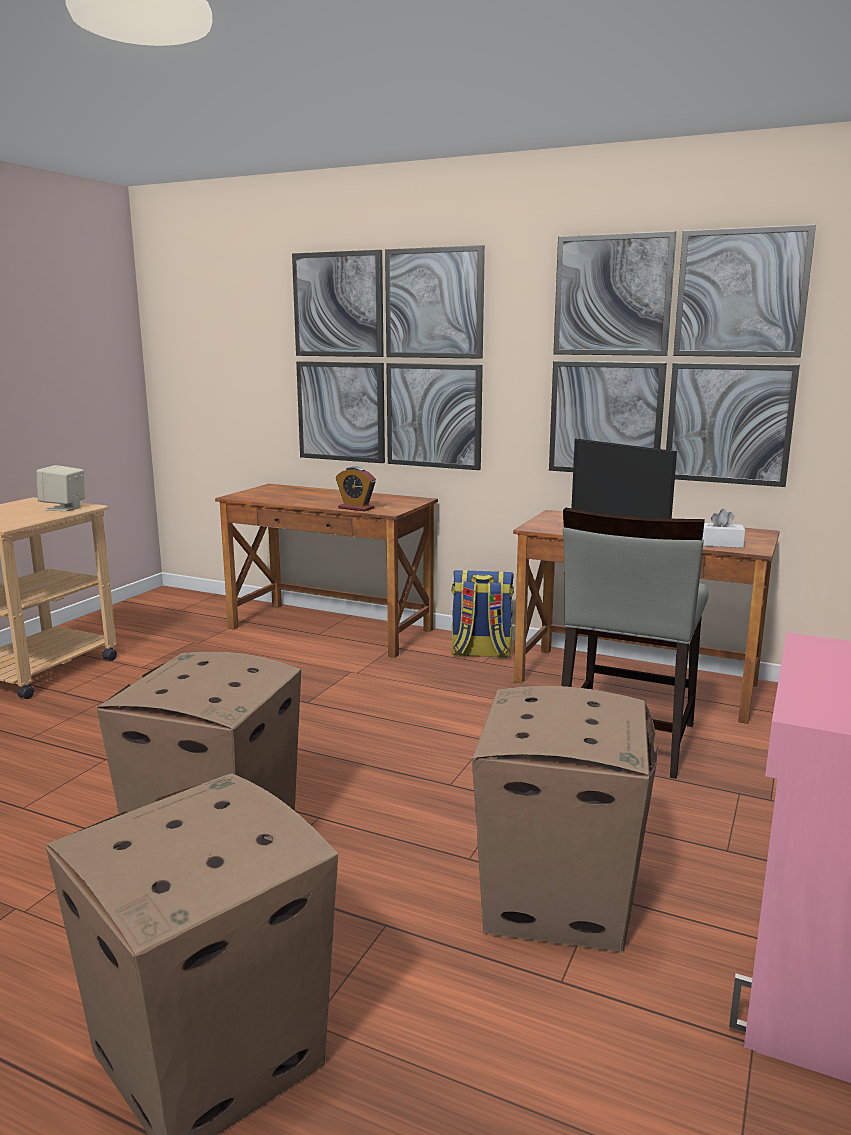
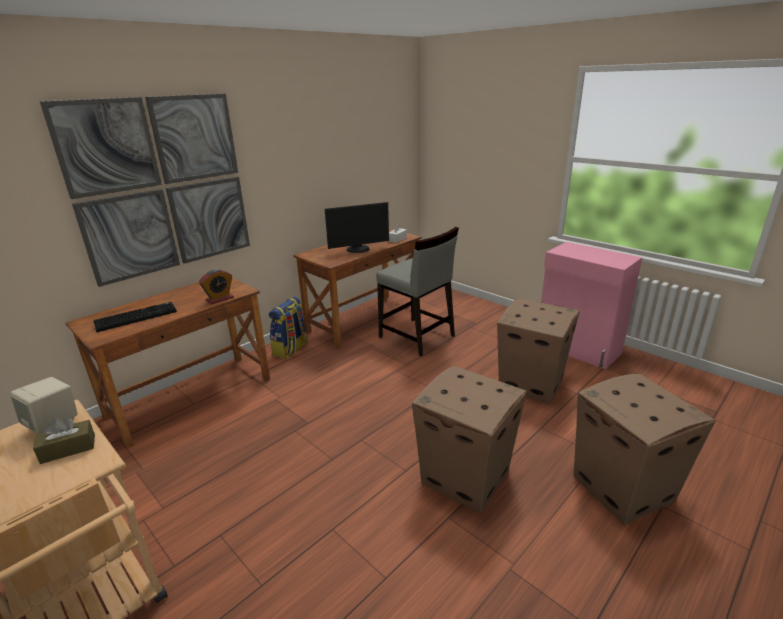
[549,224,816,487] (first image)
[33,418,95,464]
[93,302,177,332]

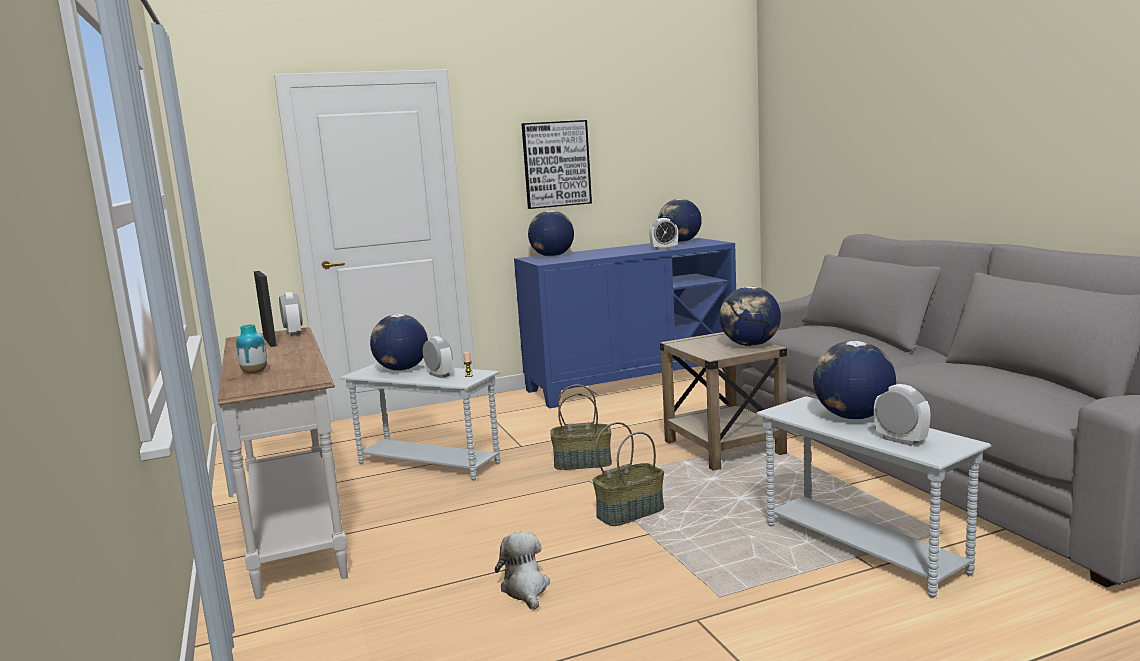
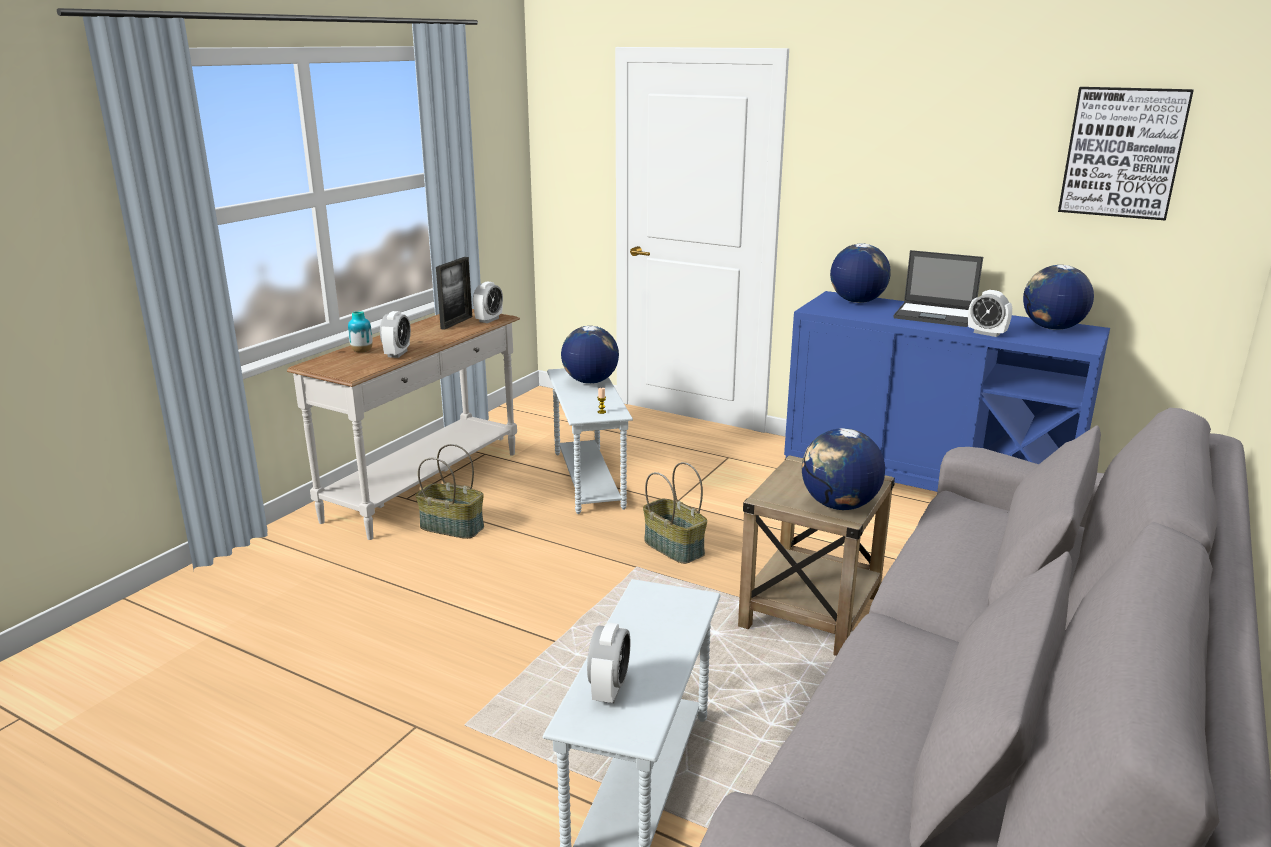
[495,532,550,610] (first image)
[813,341,896,419] (first image)
[893,250,983,327]
[380,311,411,358]
[1058,87,1194,221]
[415,444,484,539]

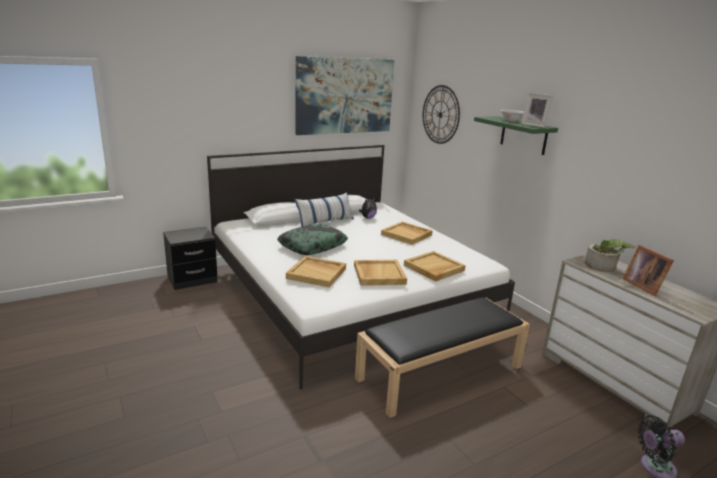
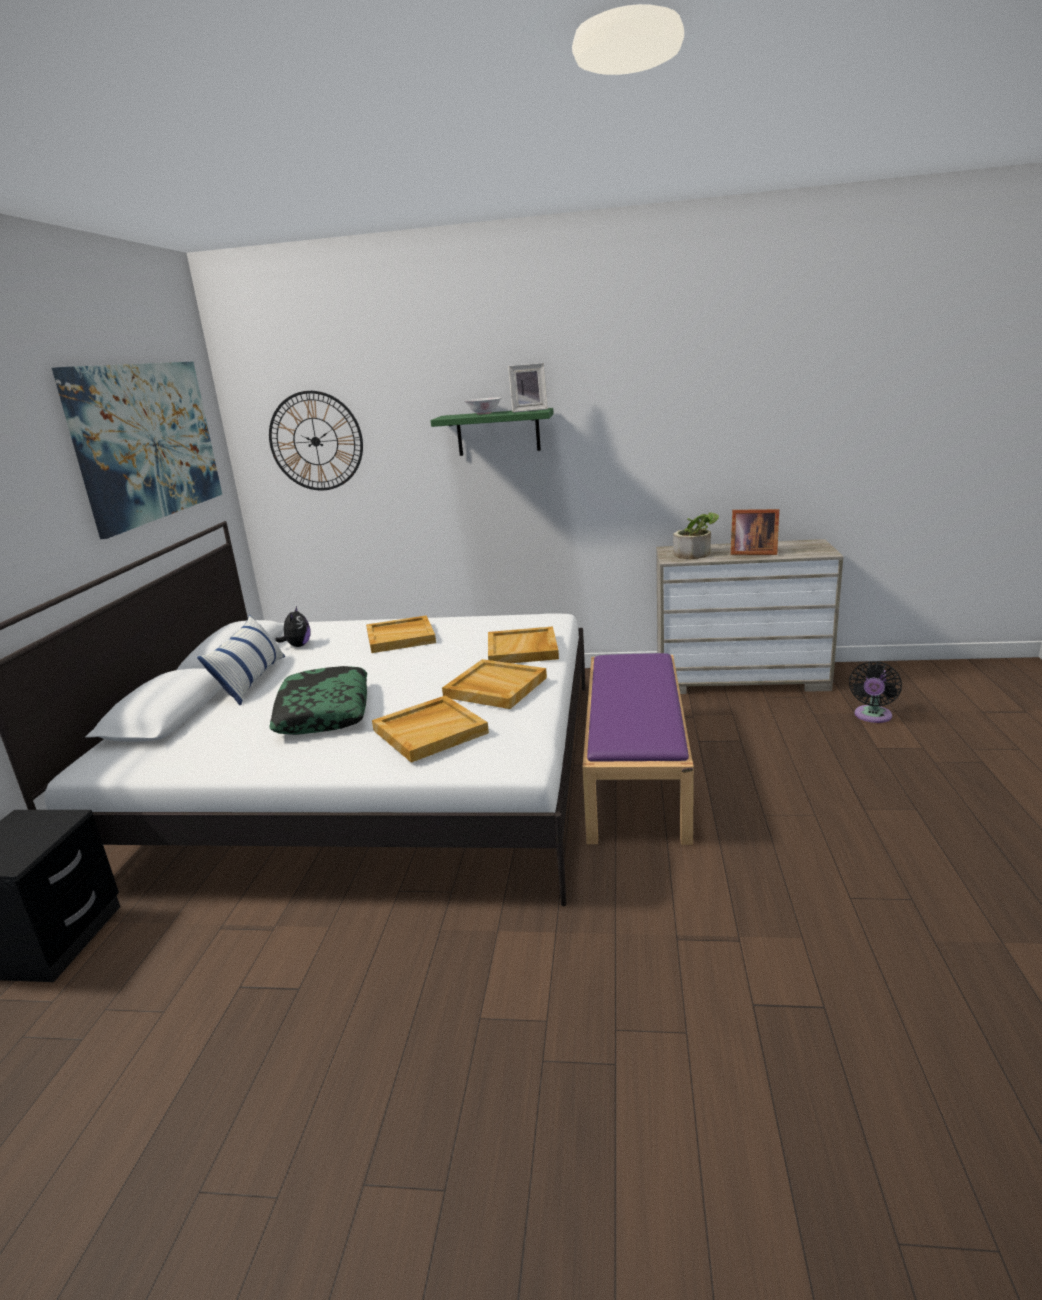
[582,653,694,845]

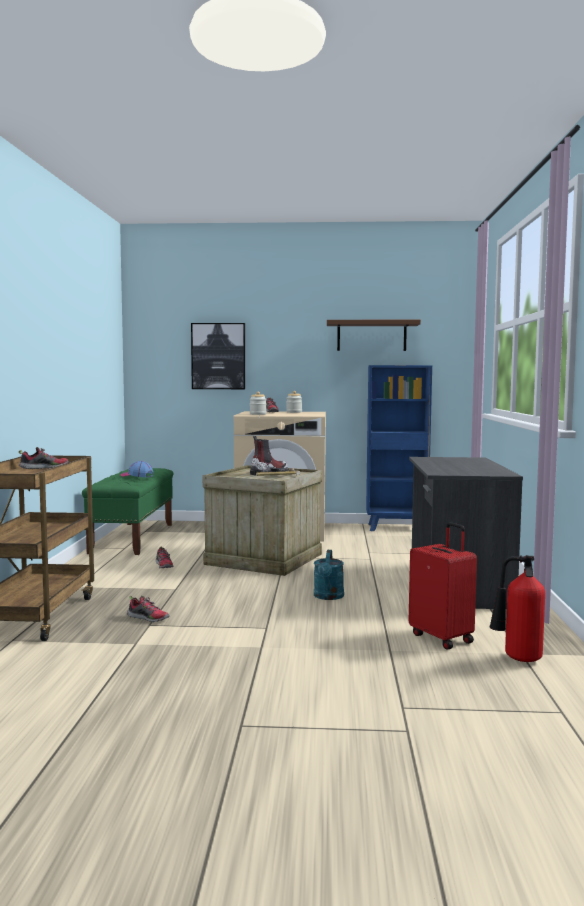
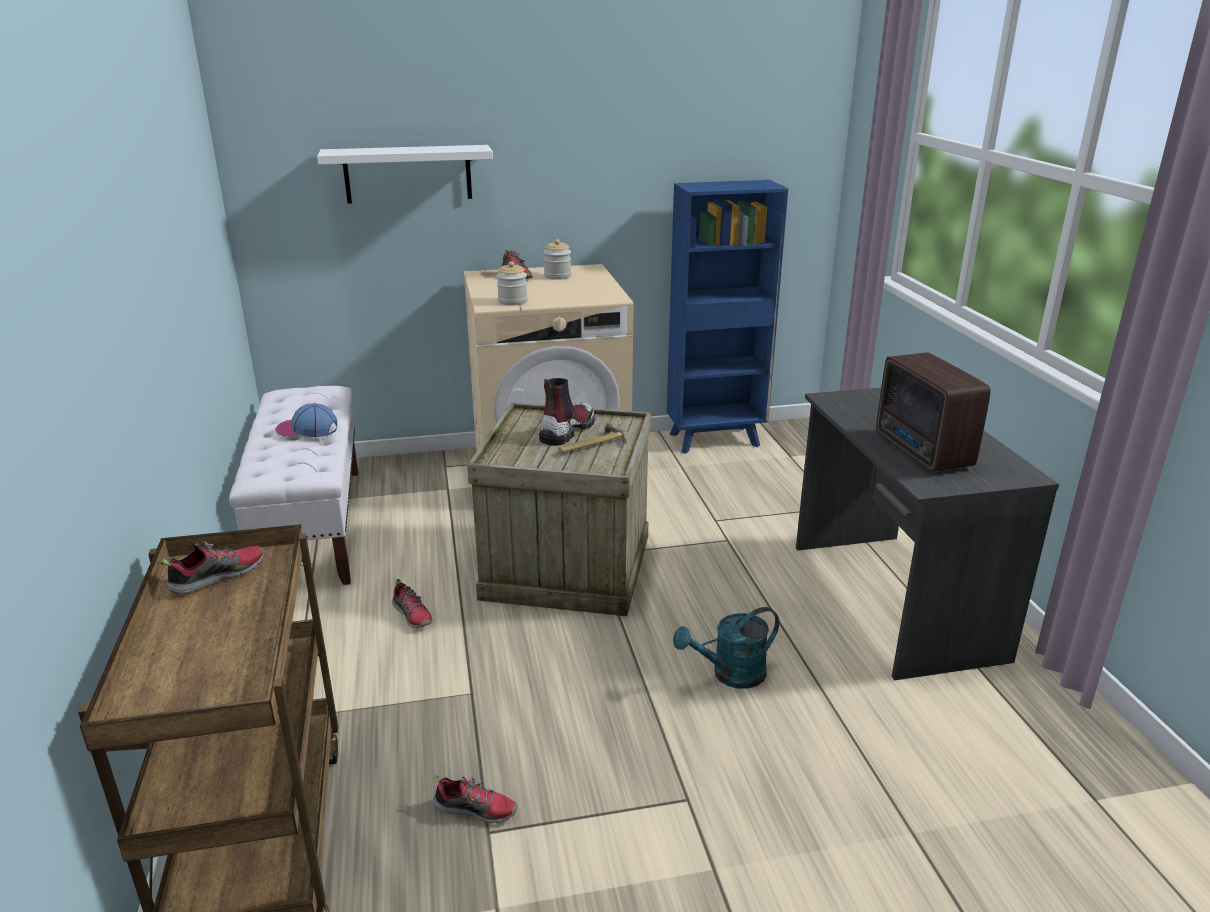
[327,320,421,351] (first image)
[409,522,477,649] (first image)
[489,555,545,662] (first image)
[876,352,991,472]
[317,145,493,203]
[229,386,358,585]
[673,607,779,689]

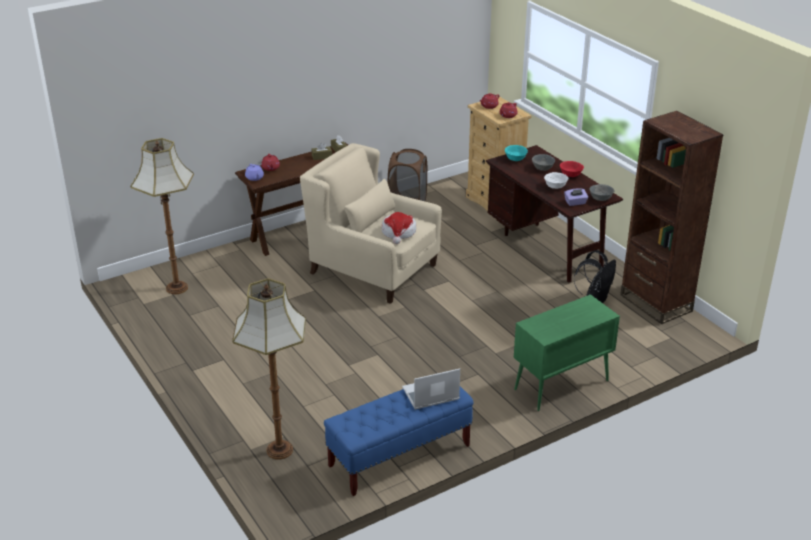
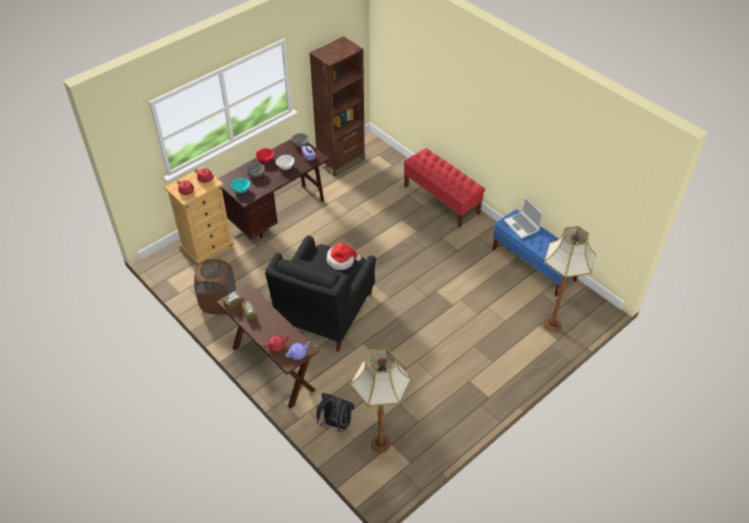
[316,393,355,432]
[403,148,485,228]
[265,236,376,352]

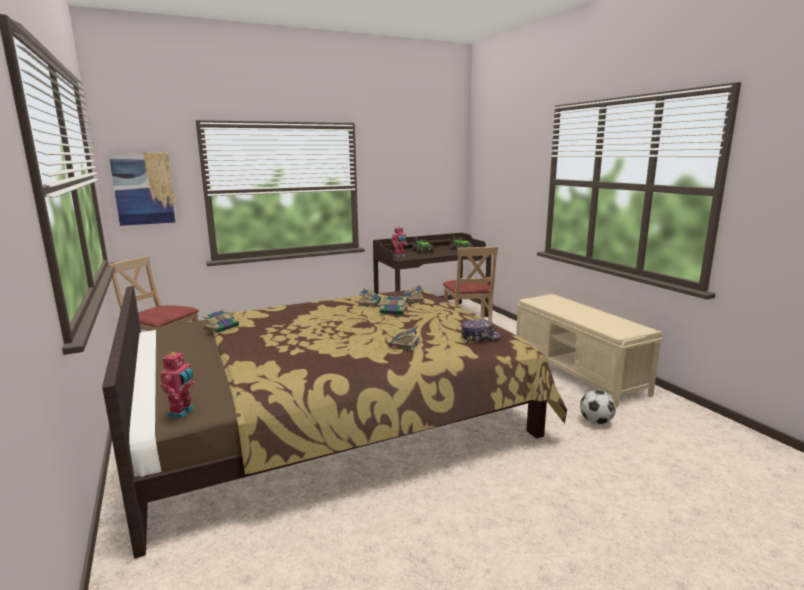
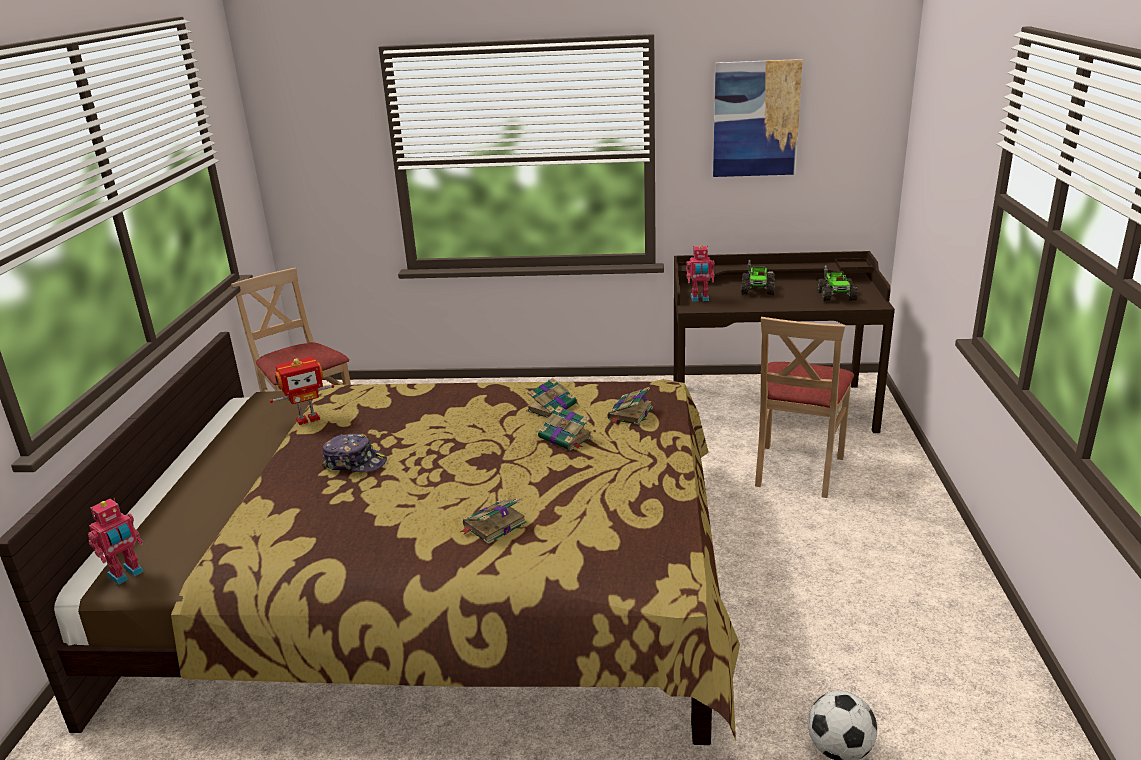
[516,294,664,407] (first image)
[713,59,803,177]
[322,434,387,472]
[270,357,334,425]

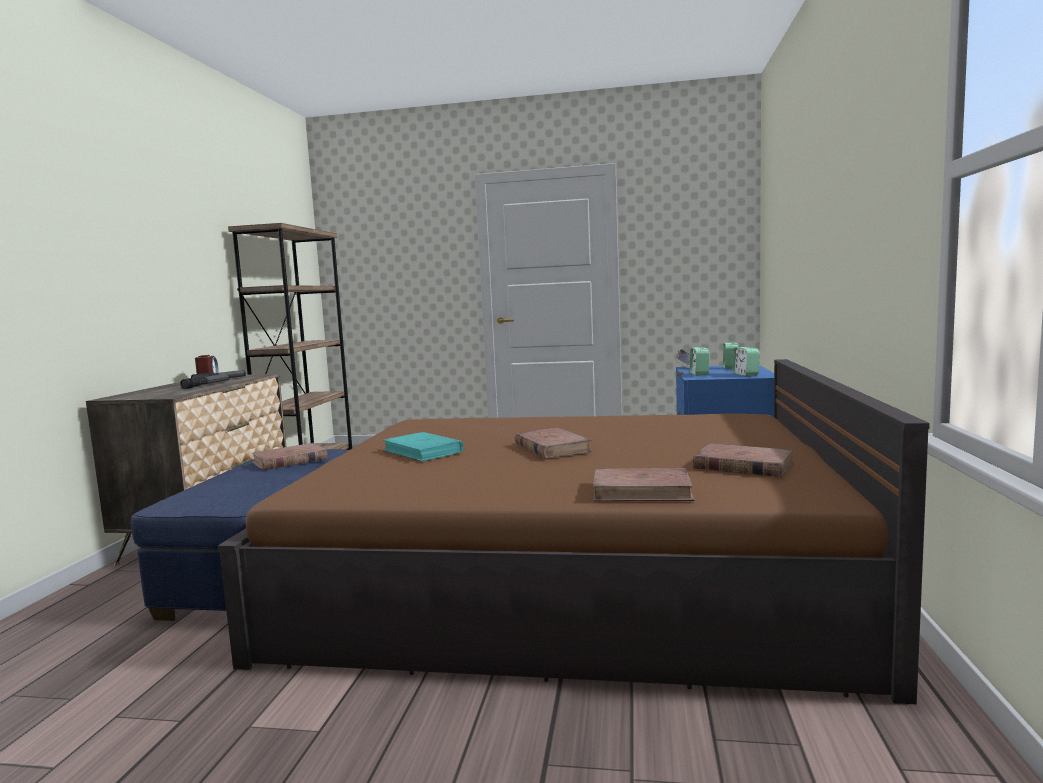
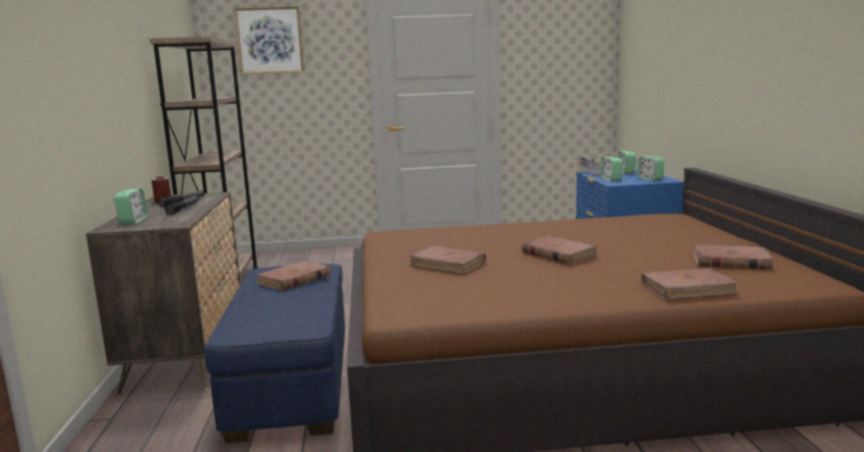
[114,189,147,224]
[234,6,304,75]
[409,246,486,274]

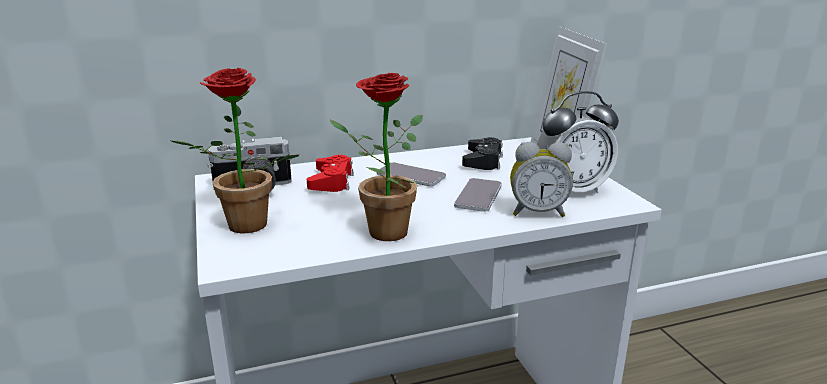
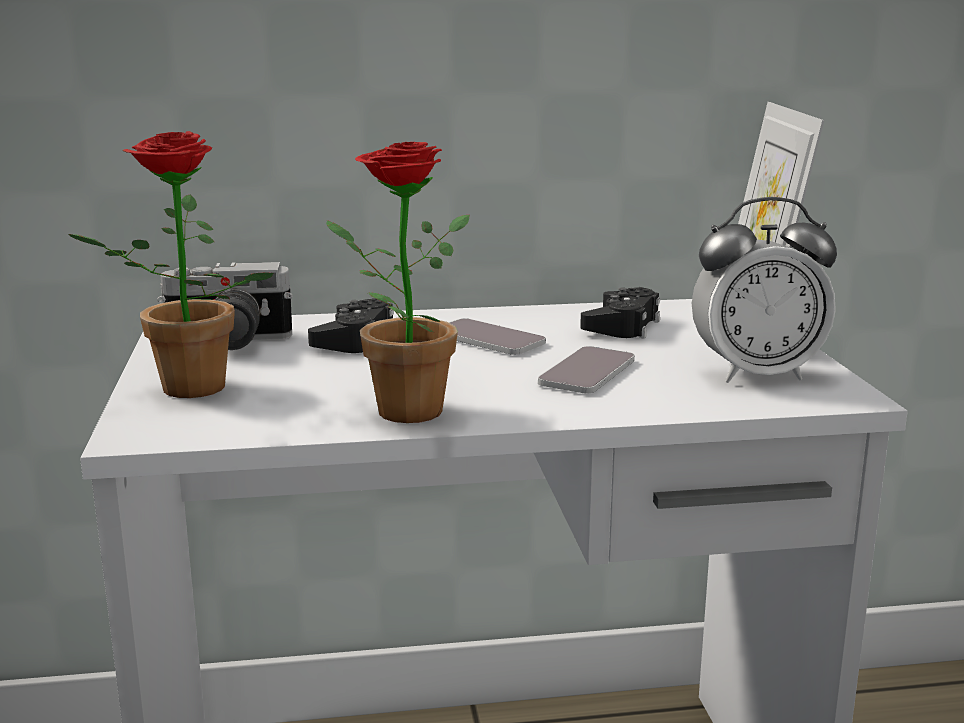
[510,142,573,217] (first image)
[308,298,394,353]

